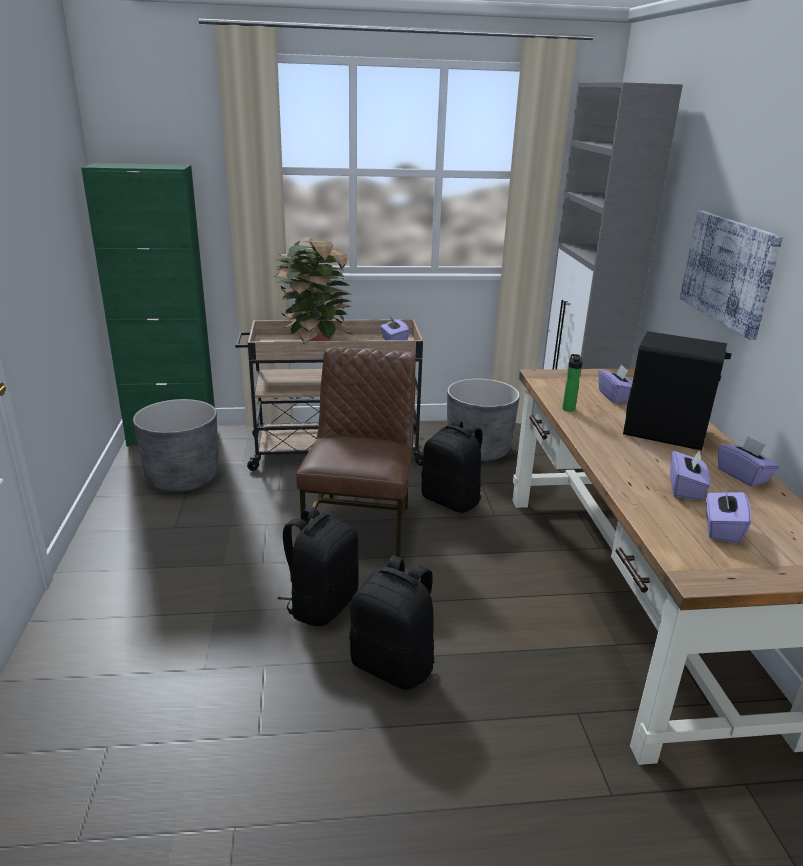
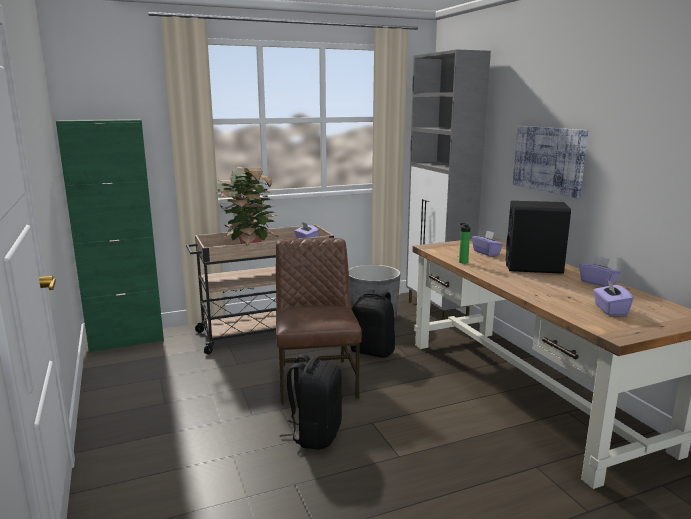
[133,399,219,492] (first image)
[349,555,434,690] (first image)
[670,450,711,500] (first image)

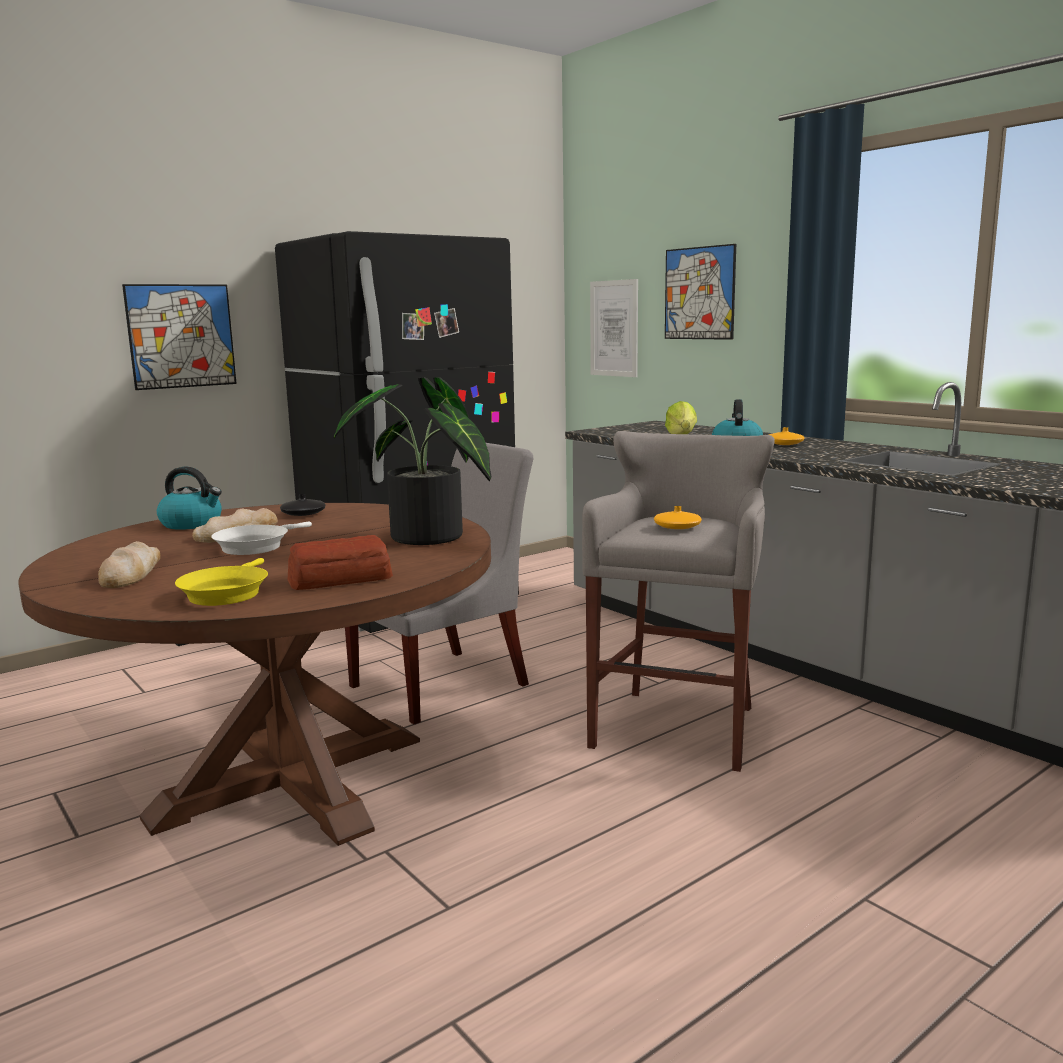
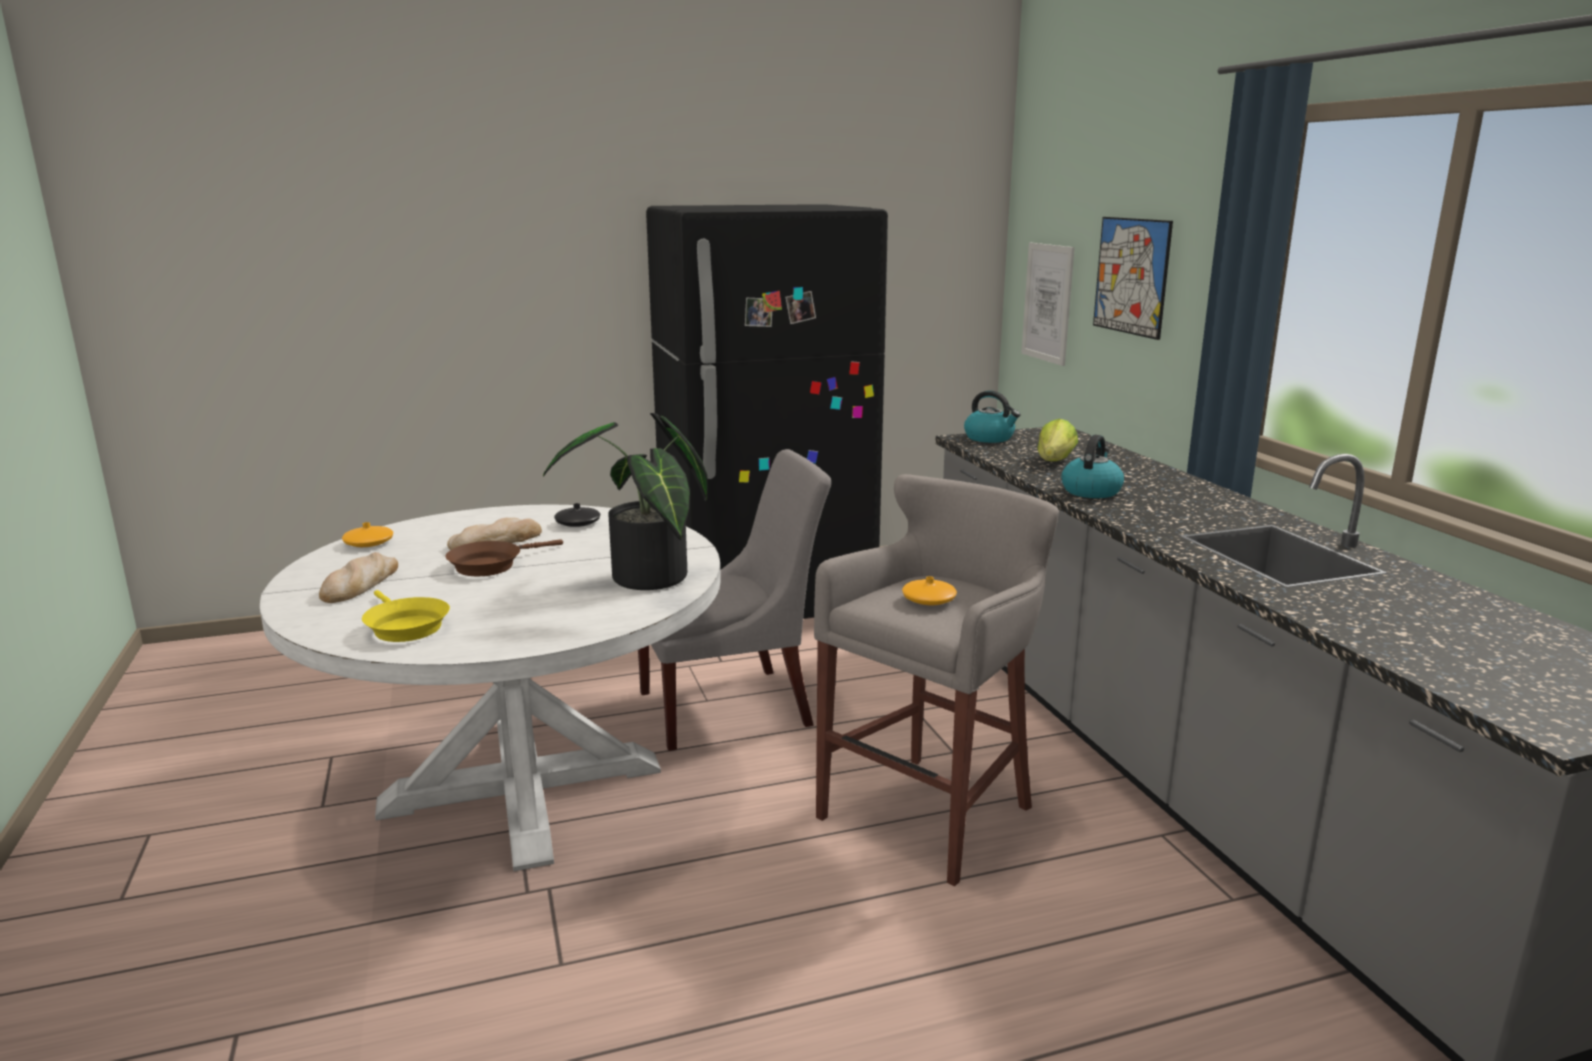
[122,284,237,390] (first image)
[288,535,393,590] (first image)
[964,390,1021,443]
[342,522,393,547]
[260,505,721,872]
[445,540,563,576]
[362,590,450,642]

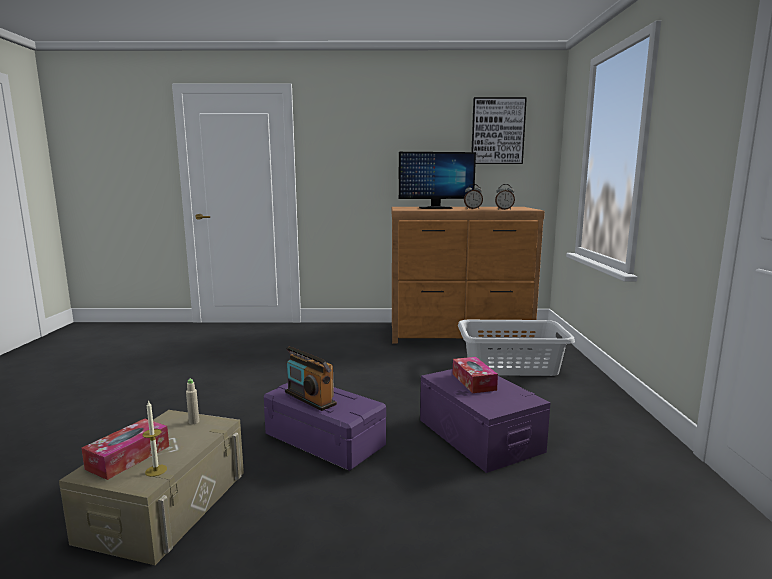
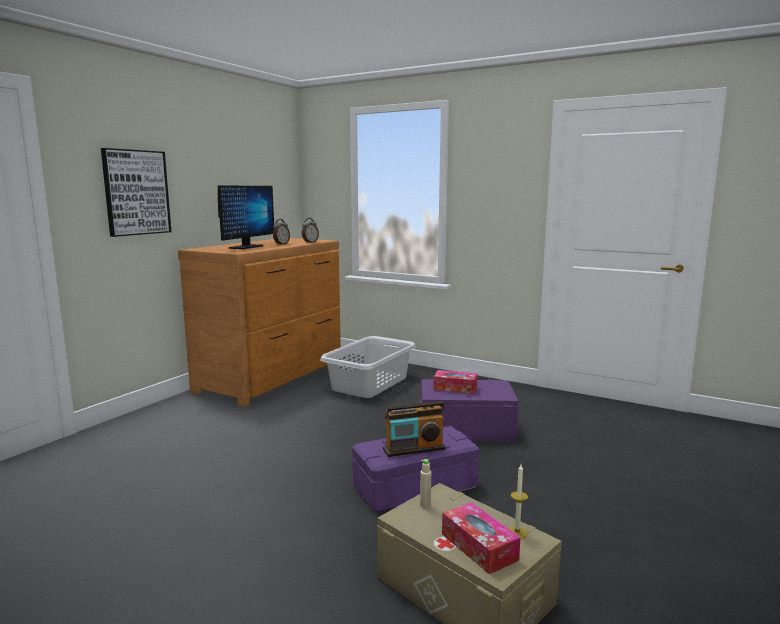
[101,148,171,237]

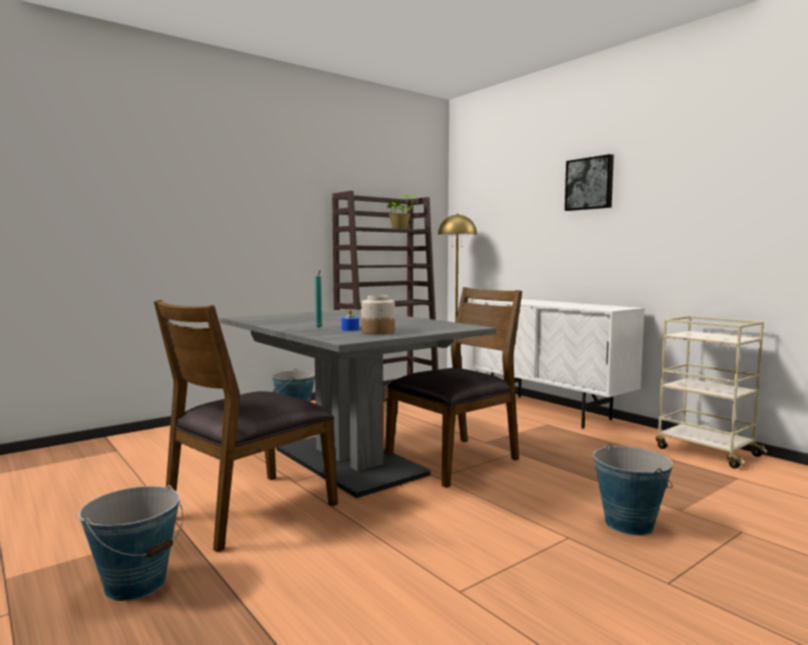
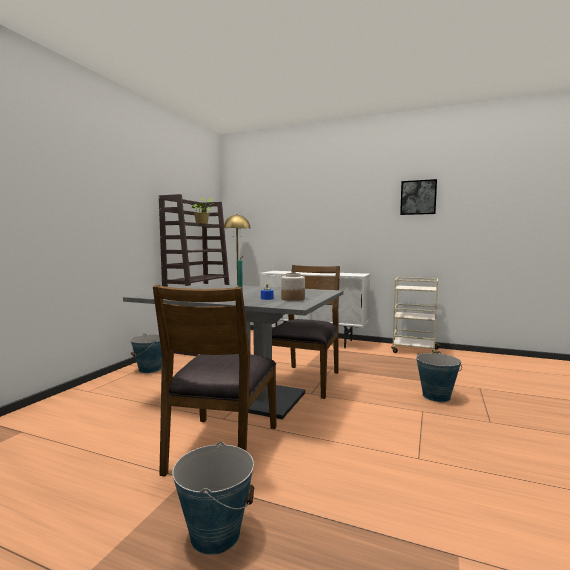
[400,179,437,215]

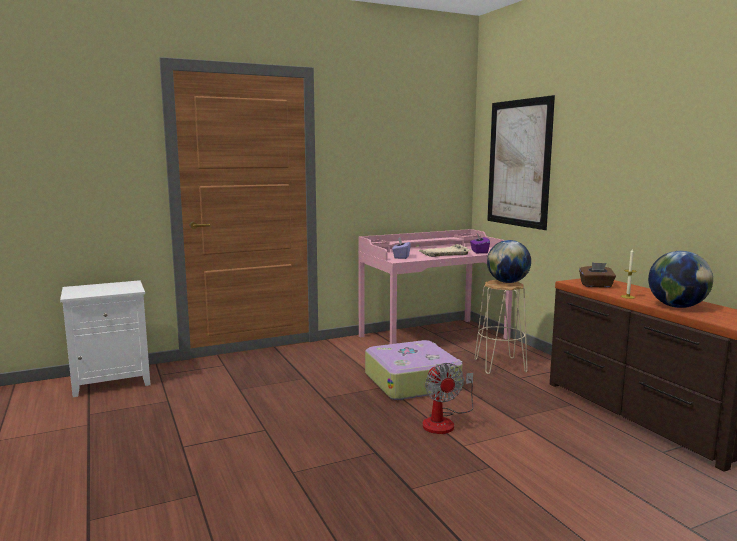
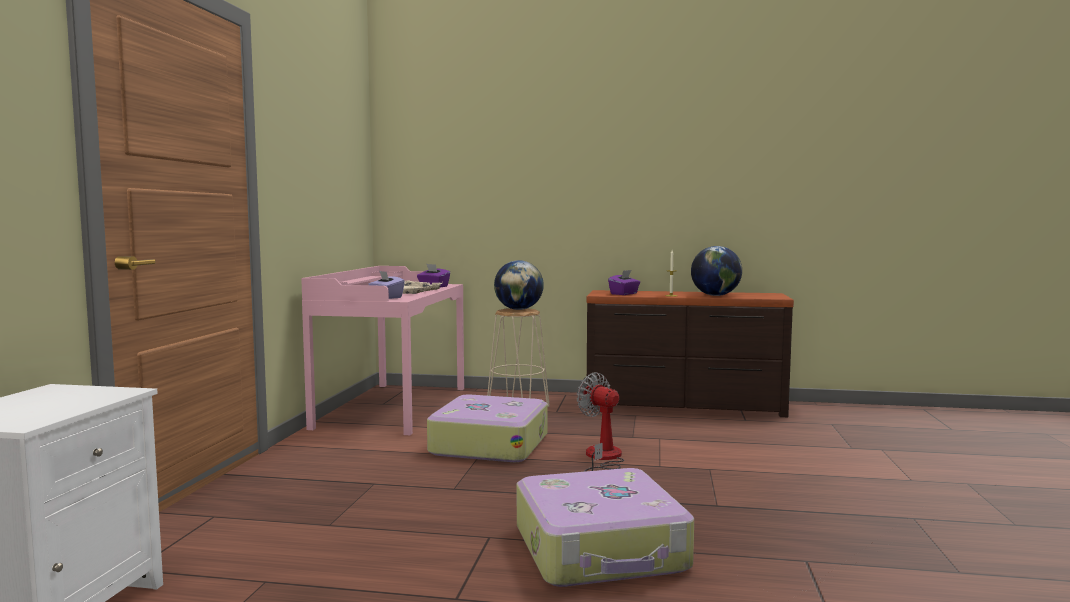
[487,95,555,230] (first image)
[517,468,694,587]
[608,270,640,295]
[577,372,624,472]

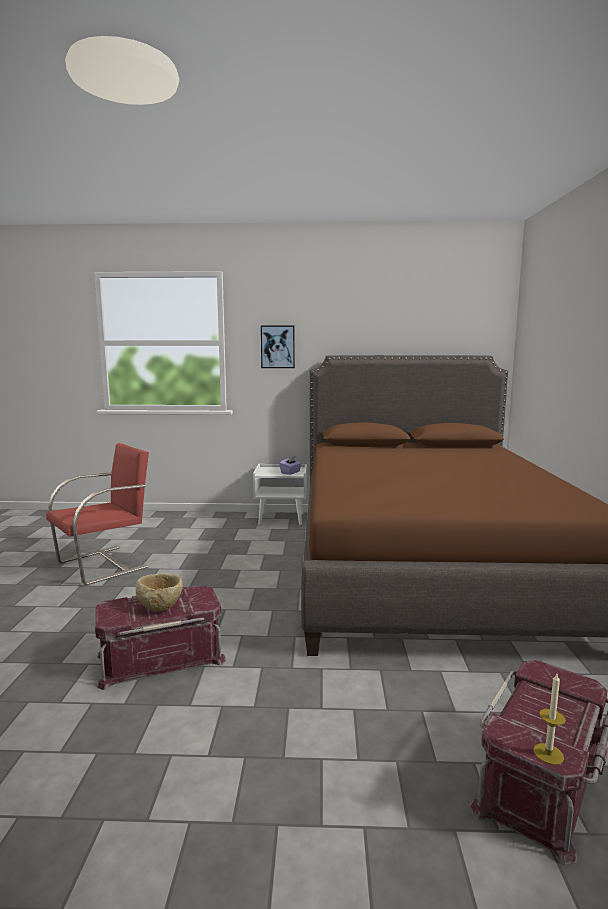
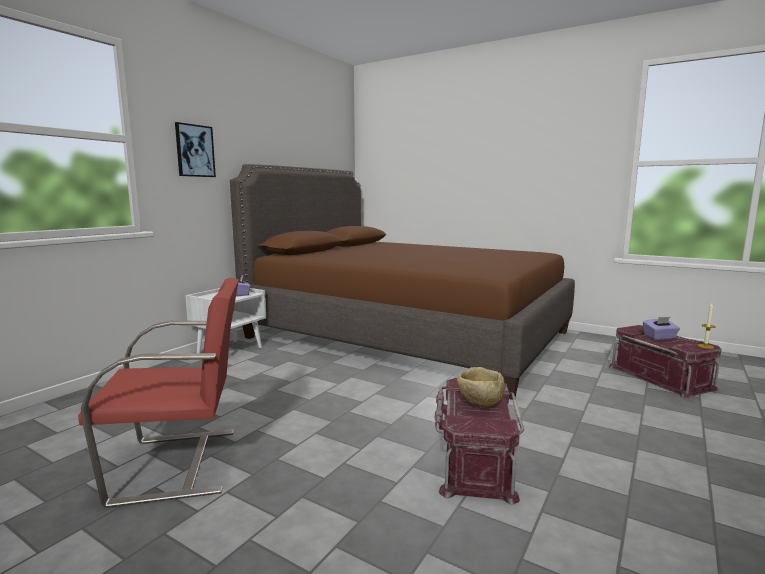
[643,317,680,340]
[78,278,239,508]

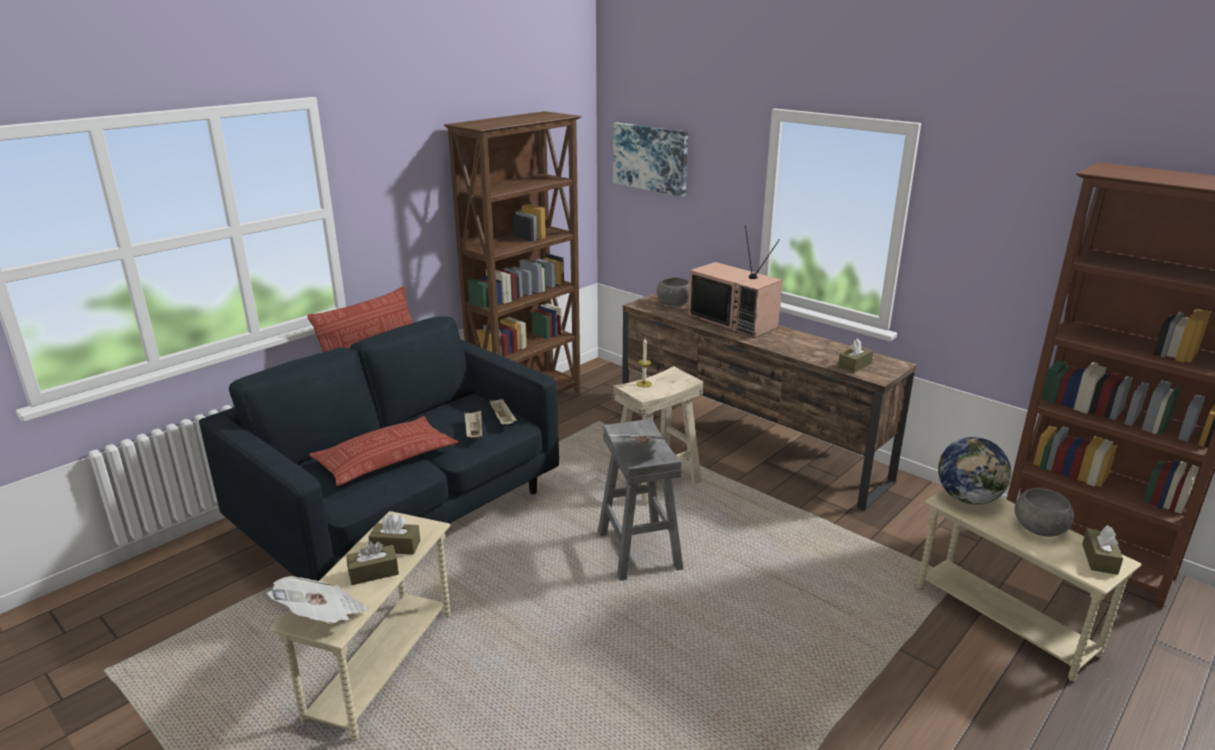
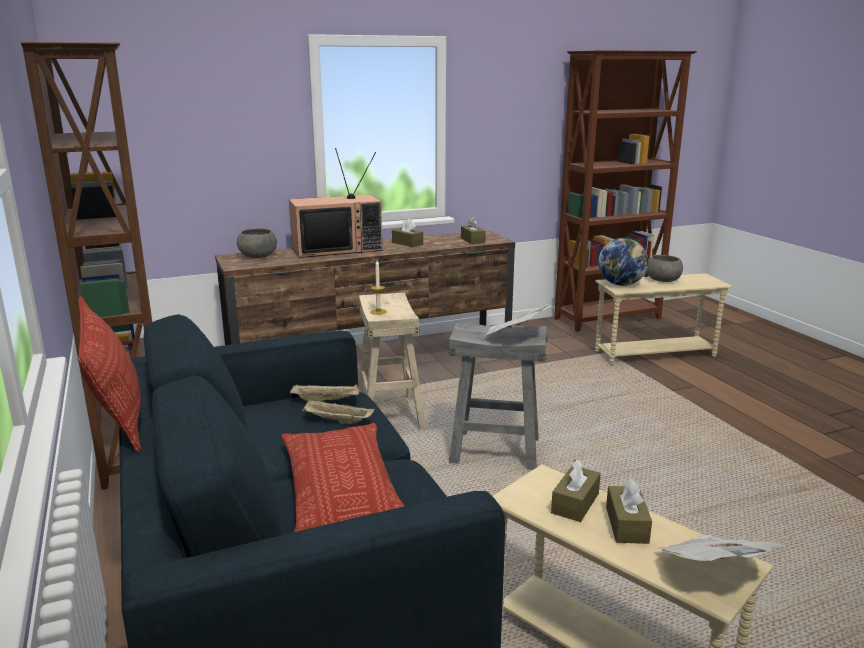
[613,123,688,197] (first image)
[392,219,423,247]

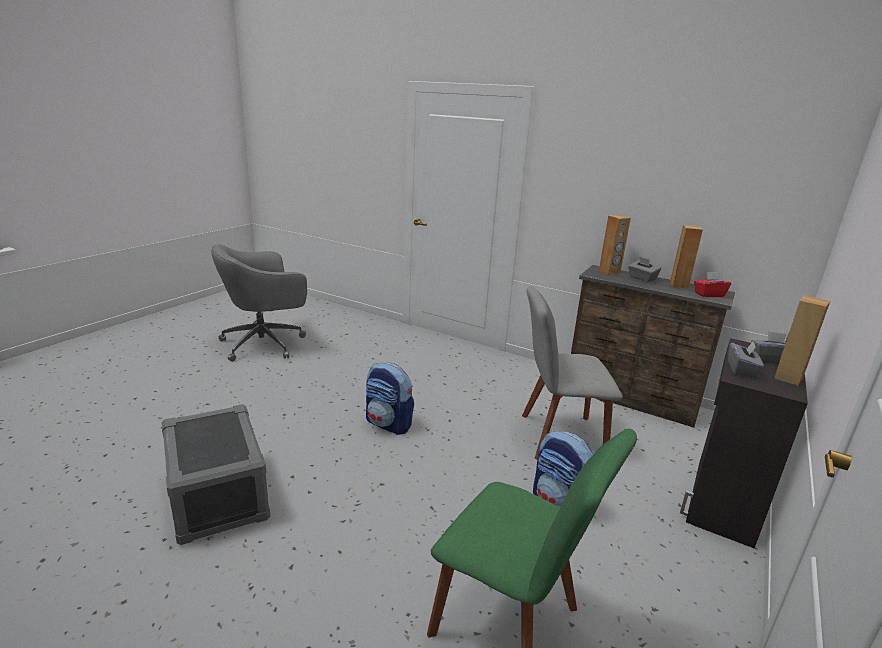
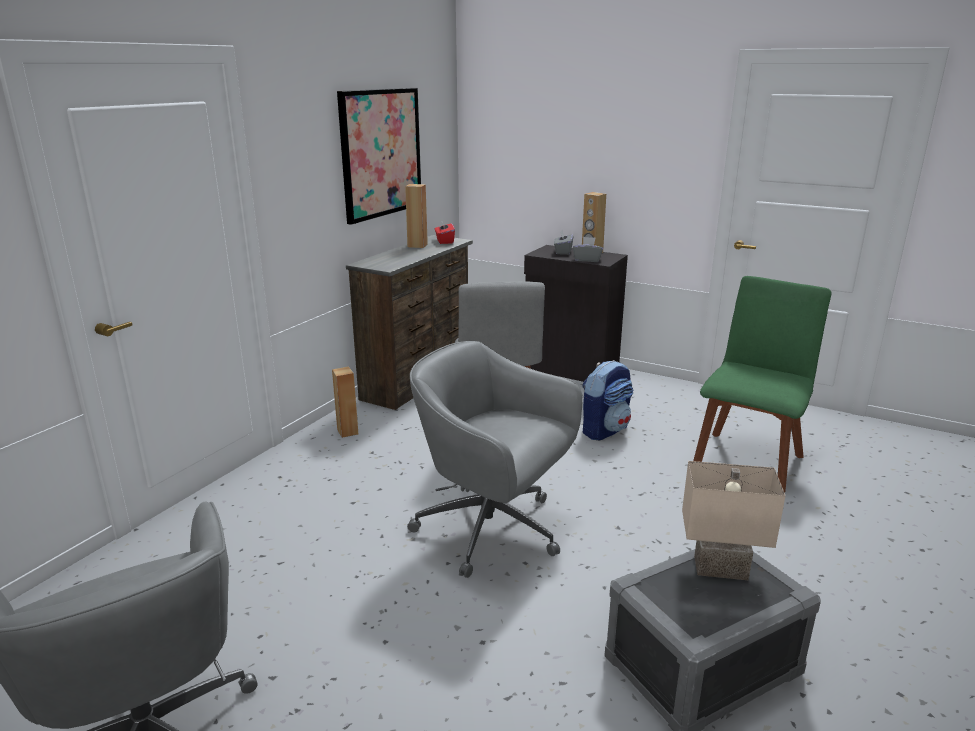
[628,257,661,282] (first image)
[337,88,421,225]
[682,461,786,580]
[332,366,358,438]
[407,341,583,578]

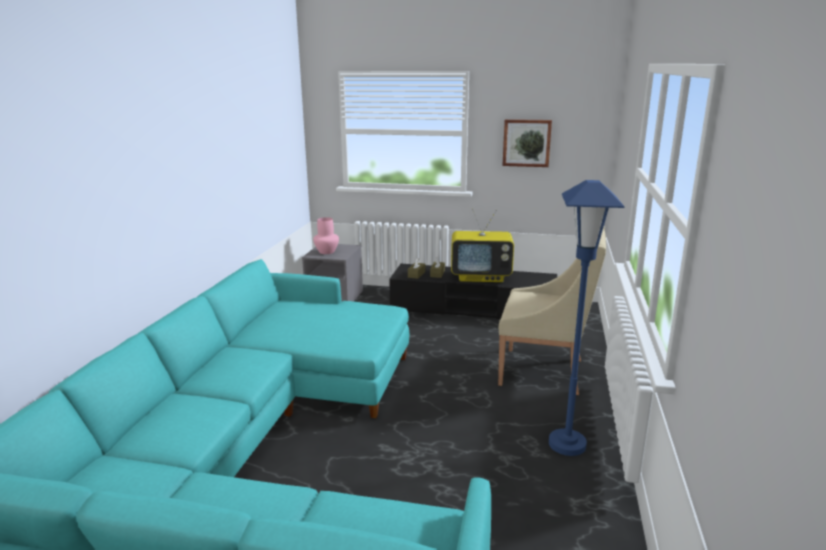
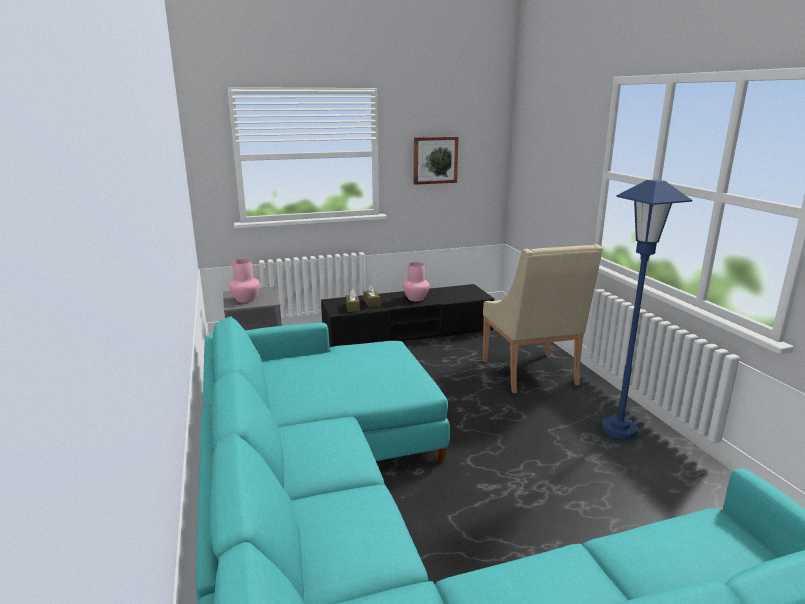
[403,262,430,301]
[483,244,603,393]

